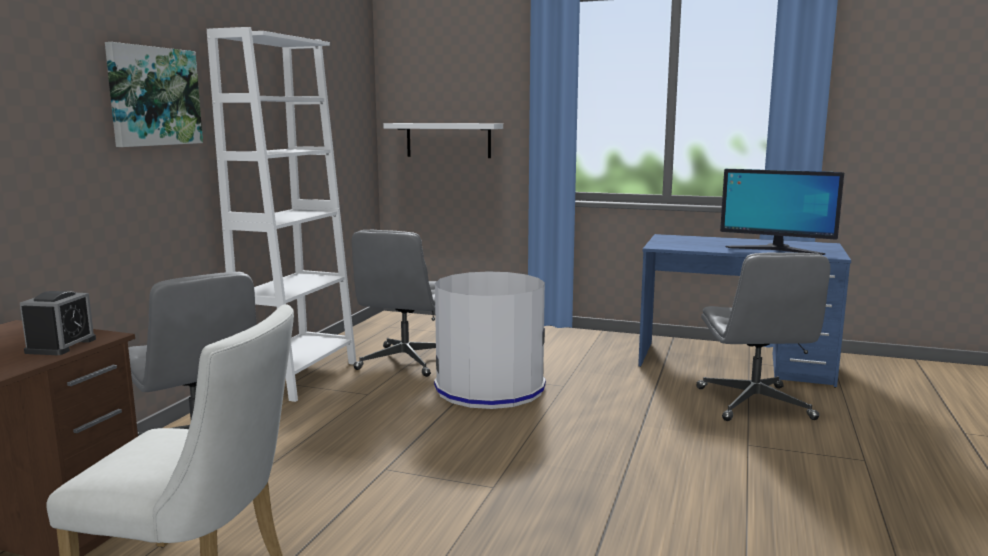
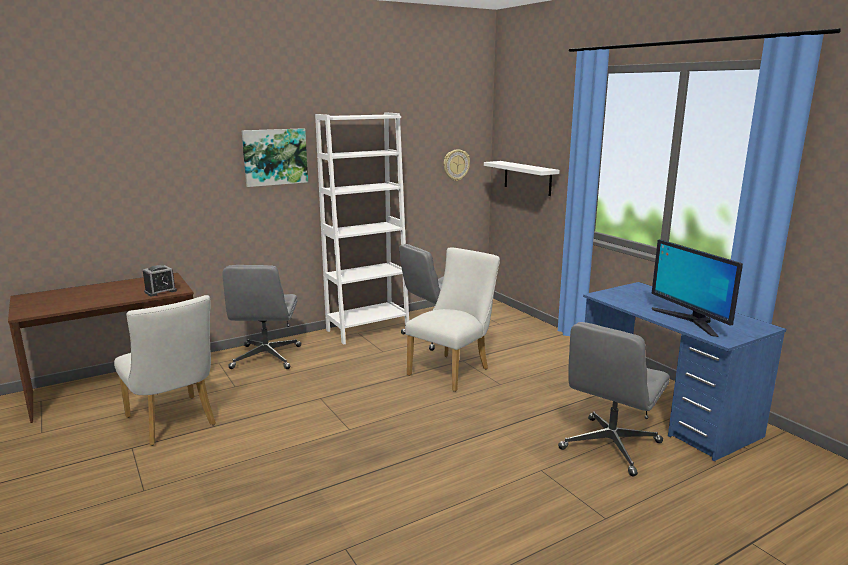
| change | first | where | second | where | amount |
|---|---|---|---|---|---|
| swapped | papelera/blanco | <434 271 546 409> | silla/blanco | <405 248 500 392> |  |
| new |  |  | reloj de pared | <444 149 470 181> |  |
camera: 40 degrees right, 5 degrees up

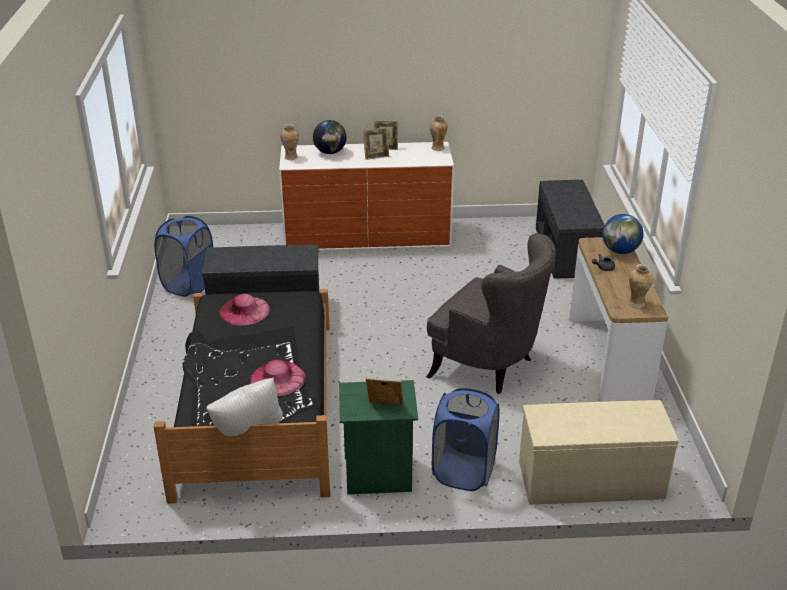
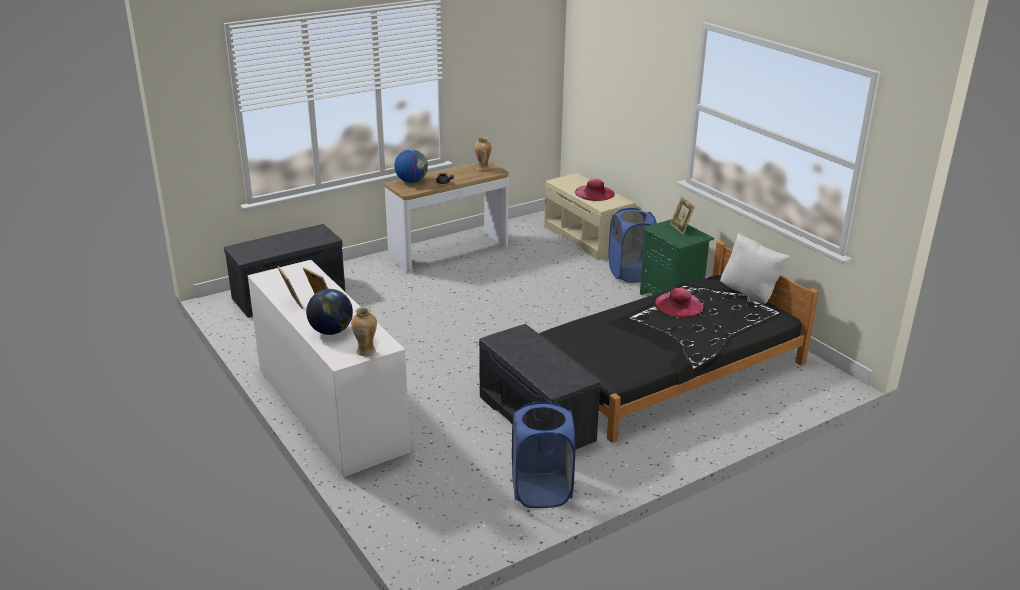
| change | first | where | second | where | amount |
|---|---|---|---|---|---|
| gone | florero | <430 115 448 151> |  |  |  |
| gone | sillón/gris | <426 233 556 394> |  |  |  |
| shifted | sombrero/rosa | <219 294 270 326> |  | <575 179 615 201> |  |
camera: 120 degrees left, 5 degrees down

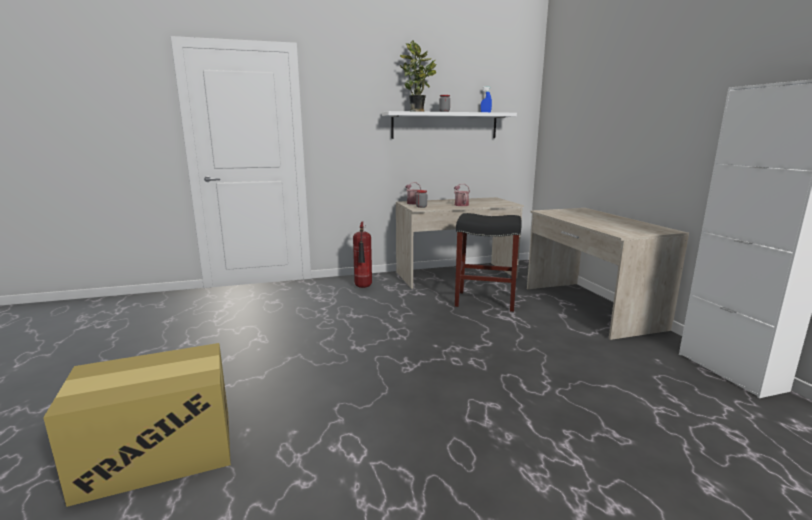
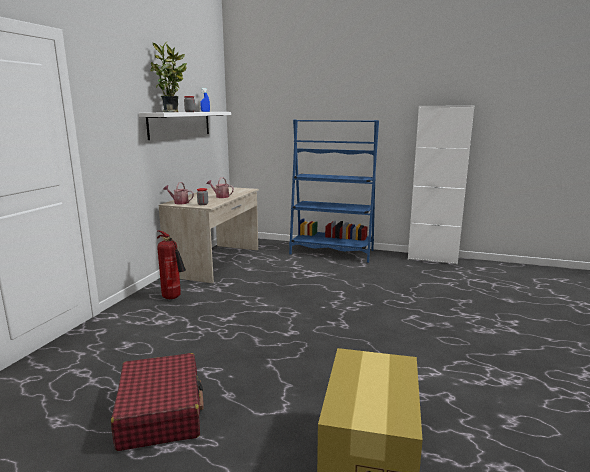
| change | first | where | second | where | amount |
|---|---|---|---|---|---|
| swapped | escritorio/beis | <527 208 689 340> | estantería/azul | <289 120 379 263> |  |
| gone | taburete/negro | <455 213 522 312> |  |  |  |
| new |  |  | maleta/rojo | <111 353 203 451> |  |
camera: 55 degrees left, 0 degrees up

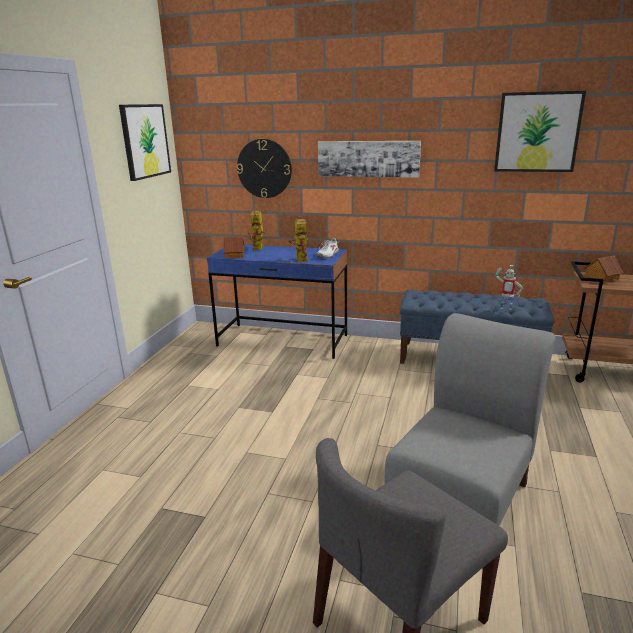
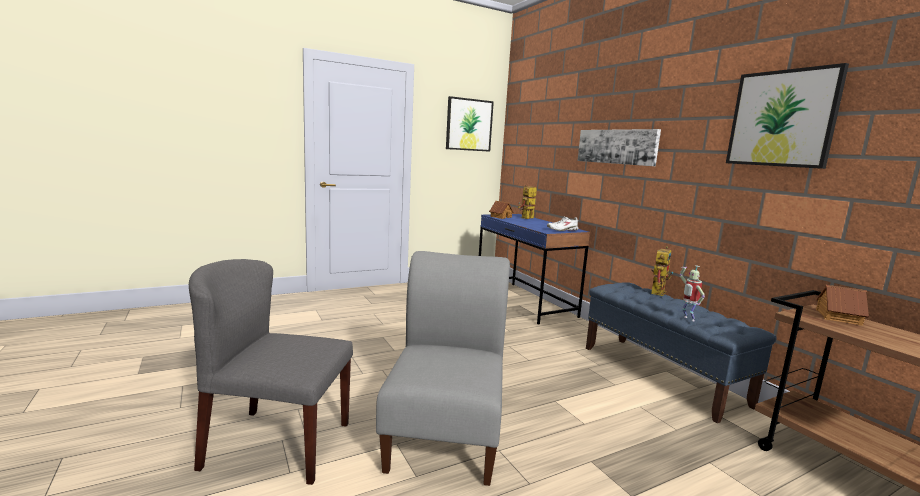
| change | first | where | second | where | amount |
|---|---|---|---|---|---|
| gone | reloj de pared | <237 139 292 198> |  |  |  |
| shifted | robot de juguete | <288 216 308 262> |  | <651 246 673 296> |  |
| rotated | silla/gris | <384 313 556 526> |  | <376 251 510 486> | 75 degrees counterclockwise |
camera: 45 degrees right, 10 degrees down

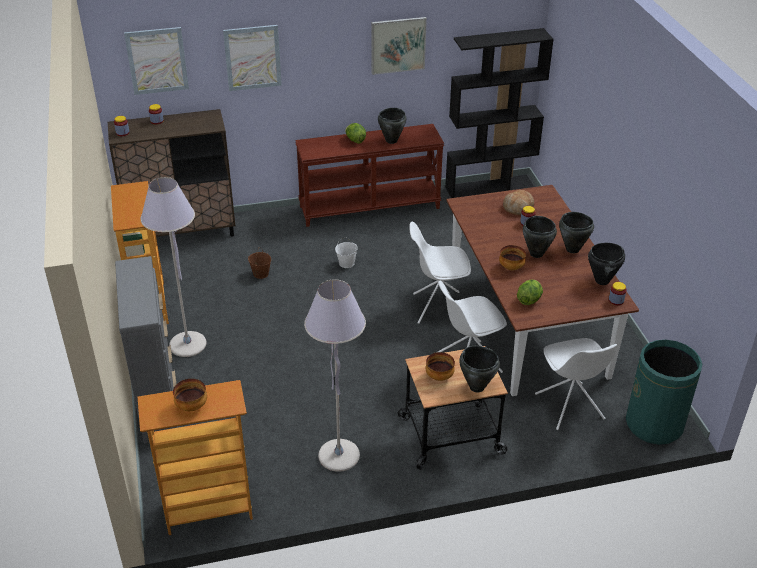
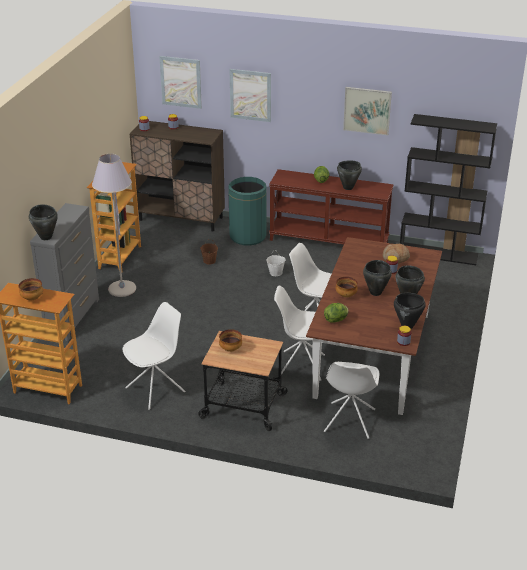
| change | first | where | second | where | amount |
|---|---|---|---|---|---|
| swapped | lámpara de pie/gris | <304 279 366 472> | silla/blanco | <123 302 185 410> |  |
| shifted | papelera/verde | <626 340 702 445> |  | <228 177 267 245> |  |
| shifted | olla/negro | <459 346 500 392> |  | <29 204 58 240> |  |
camera: 30 degrees right, 5 degrees down

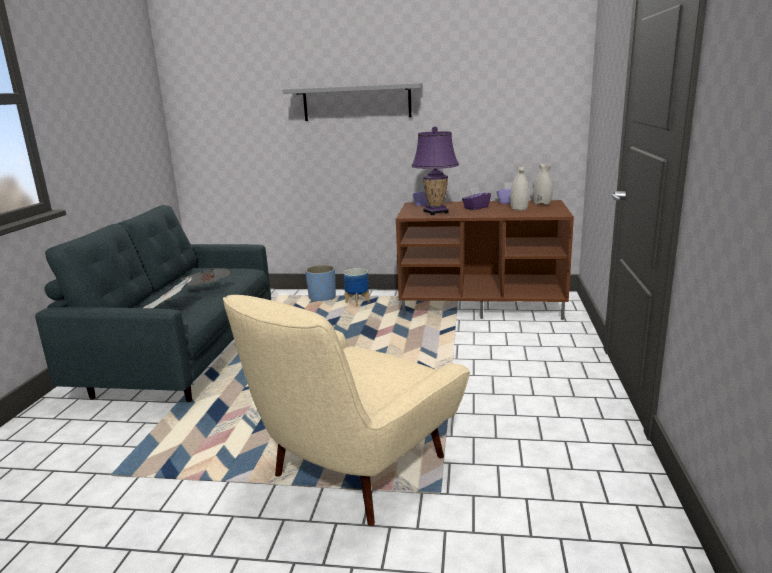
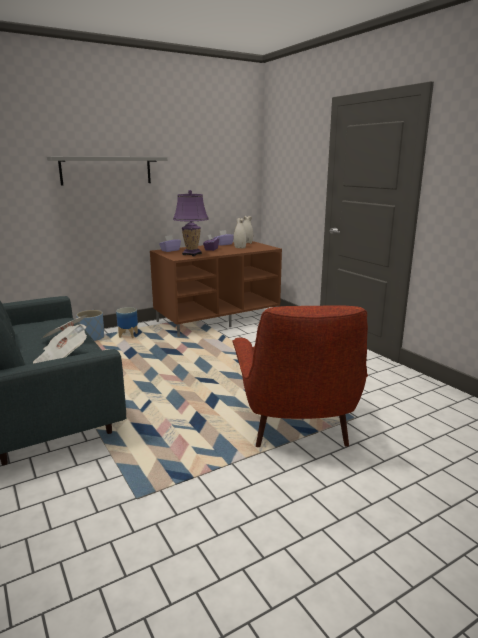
| change | first | where | second | where | amount |
|---|---|---|---|---|---|
| repainted | sillón/beis | <223 295 470 526> | sillón/rojo | <232 306 368 447> |  |
camera: 40 degrees left, 0 degrees up

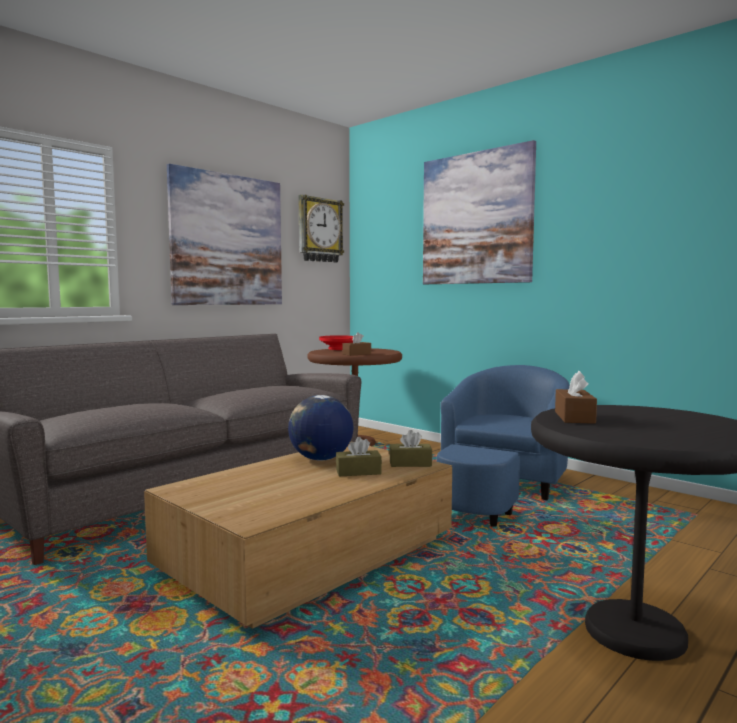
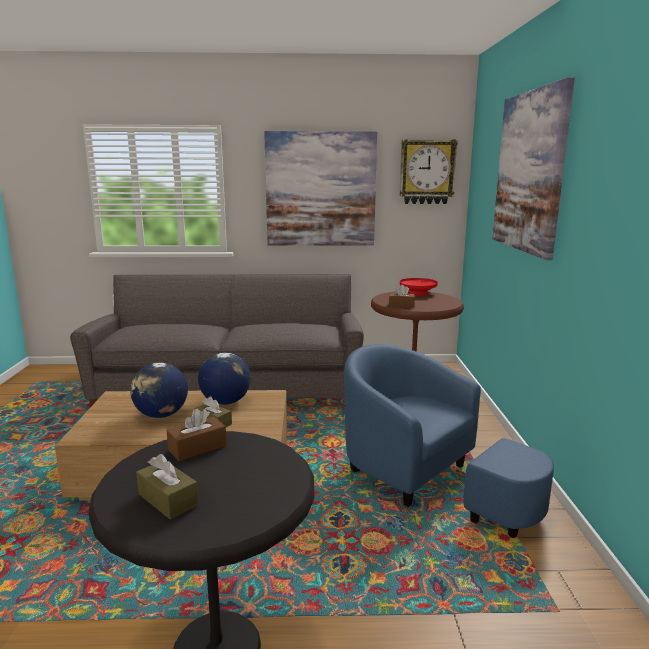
| change | first | where | second | where | amount |
|---|---|---|---|---|---|
| rotated | sillón/azul | <437 365 570 526> |  | <344 344 554 538> | 120 degrees counterclockwise |
| shifted | caja de pañuelos/marrón | <389 430 432 467> |  | <136 454 199 520> |  |
| new |  |  | globo terráqueo | <130 362 188 418> |  |
camera: 45 degrees right, 10 degrees up

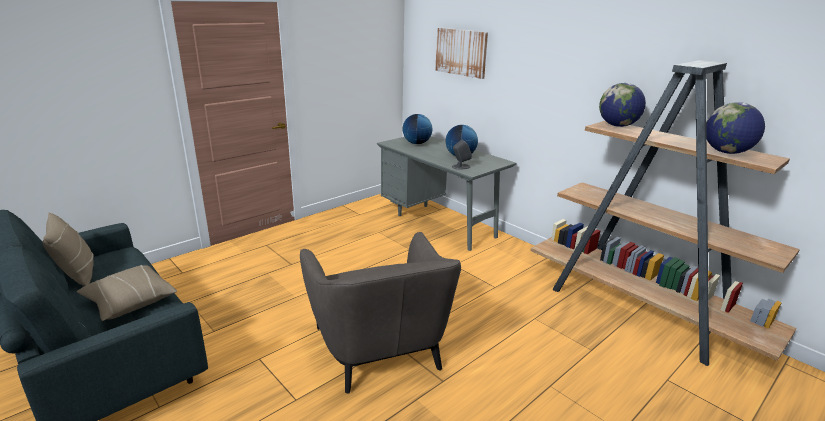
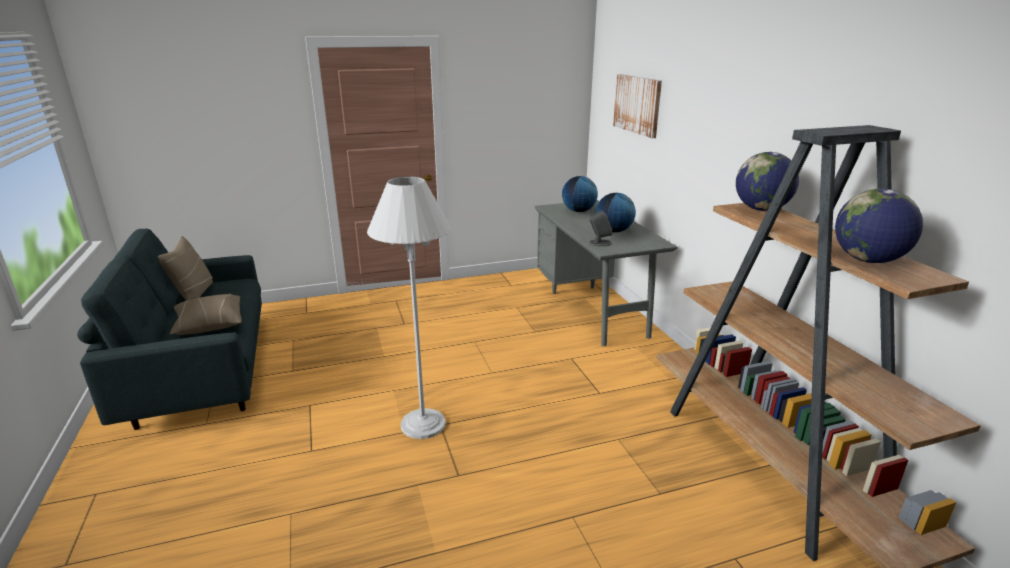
| change | first | where | second | where | amount |
|---|---|---|---|---|---|
| swapped | sillón/gris | <300 232 461 393> | lámpara de pie/blanco | <367 177 451 439> |  |
camera: 25 degrees right, 0 degrees up

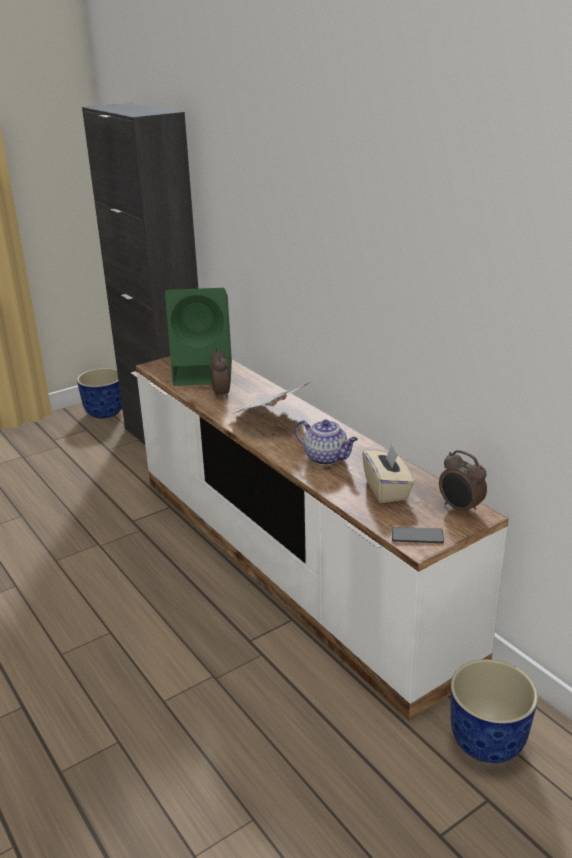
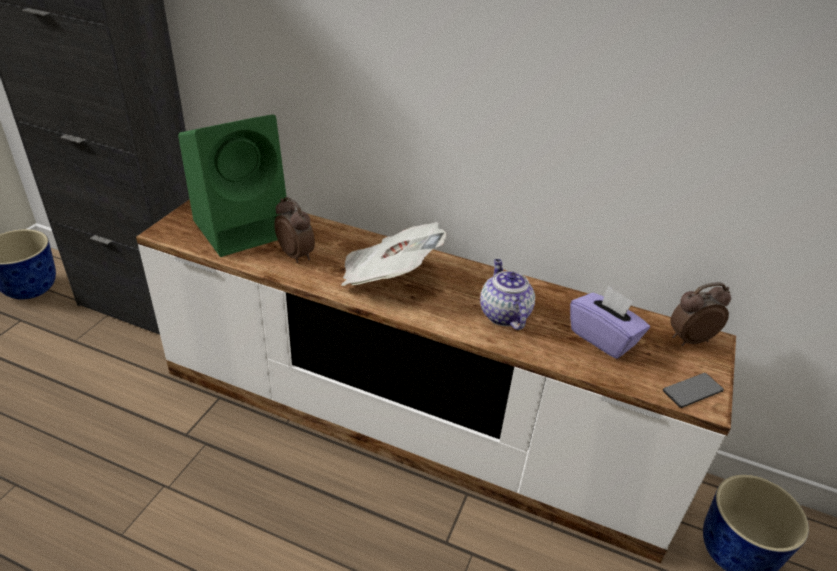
| change | first | where | second | where | amount |
|---|---|---|---|---|---|
| rotated | tetera | <295 419 358 465> |  | <480 259 535 330> | 105 degrees counterclockwise |
| repainted | caja de pañuelos/beis | <362 444 414 503> | caja de pañuelos/morado | <570 286 650 359> |  |
| rotated | despertador | <439 450 487 516> |  | <670 282 731 346> | 150 degrees clockwise |
camera: 35 degrees left, 10 degrees up

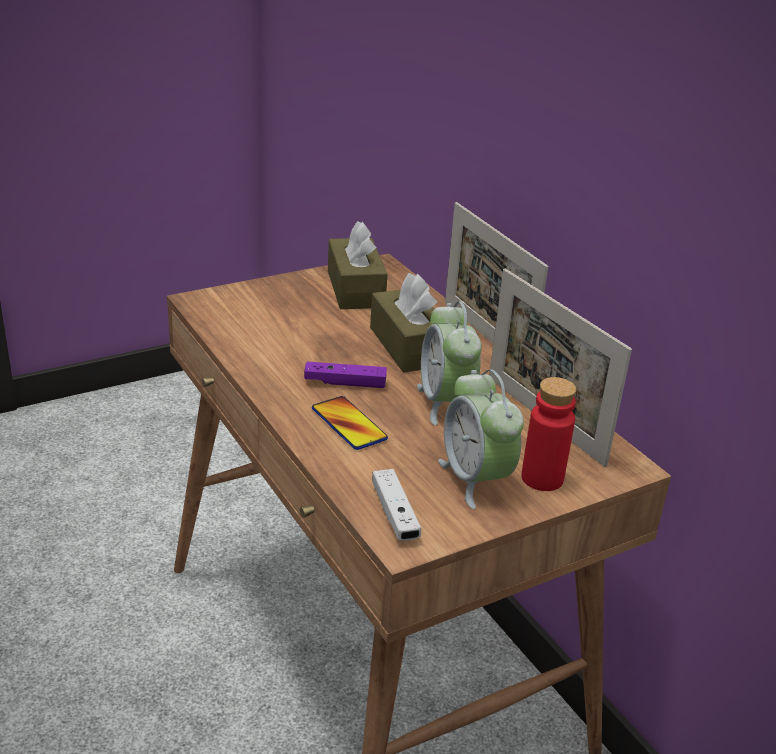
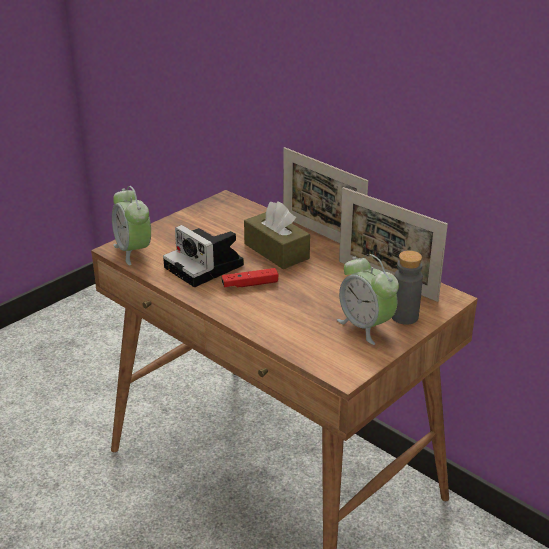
| change | first | where | second | where | amount |
|---|---|---|---|---|---|
| gone | caja de pañuelos/marrón | <328 221 388 309> |  |  |  |
| shifted | despertador | <417 301 482 425> |  | <112 186 151 265> |  |
| repainted | mando de consola/morado | <304 362 387 388> | mando de consola/rojo | <222 268 279 288> |  |
| repainted | botella/rojo | <522 377 576 491> | botella/gris | <392 251 423 325> |  |
| gone | móvil | <312 396 388 450> |  |  |  |
| gone | mando de consola/blanco | <372 469 421 541> |  |  |  |
| new |  |  | cámara | <163 225 244 287> |  |
camera: 15 degrees left, 0 degrees up

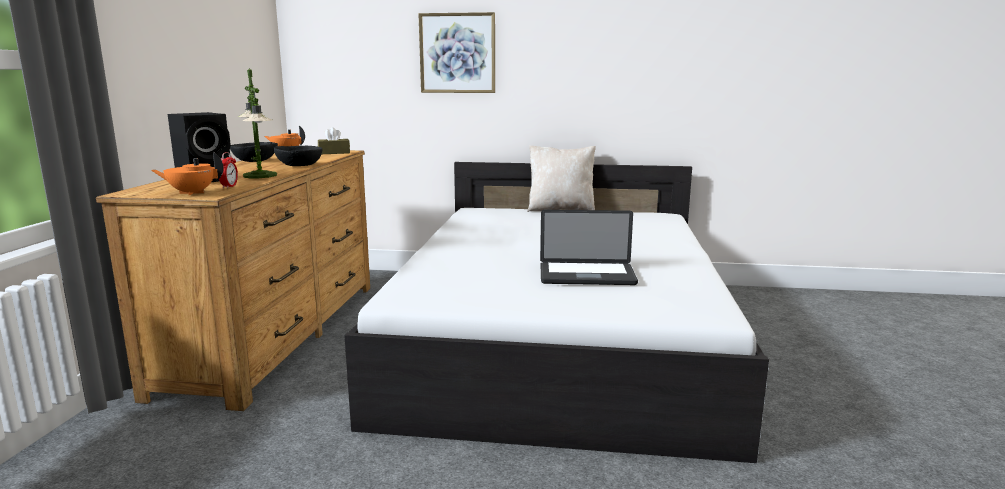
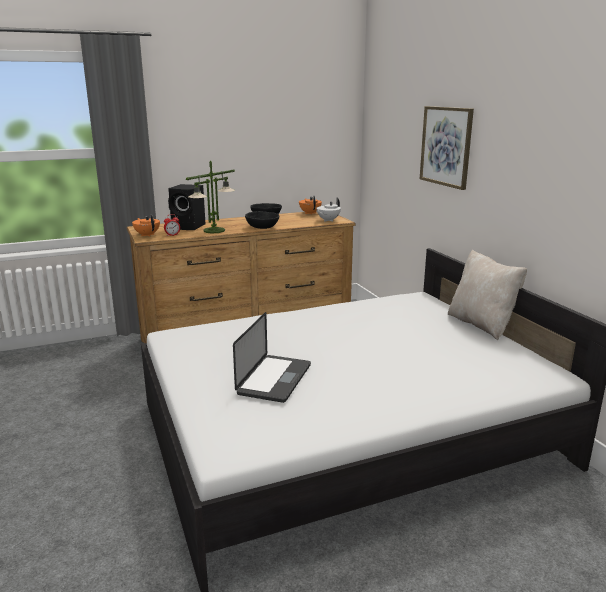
| change | first | where | second | where | amount |
|---|---|---|---|---|---|
| swapped | caja de pañuelos/marrón | <318 127 350 154> | tetera/blanco | <317 198 341 222> |  |
| rotated | portátil | <540 210 638 285> |  | <233 312 311 403> | 135 degrees counterclockwise |
camera: 60 degrees right, 5 degrees up

